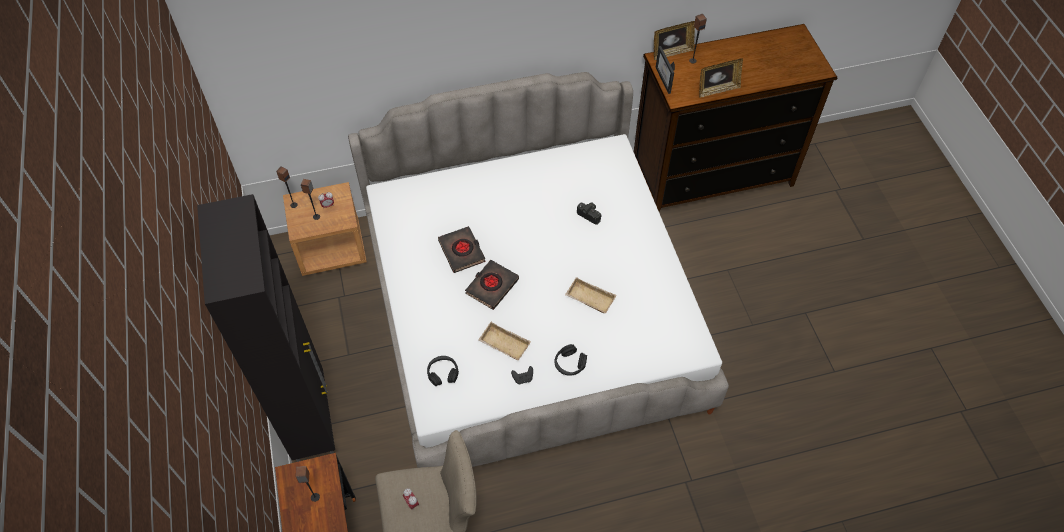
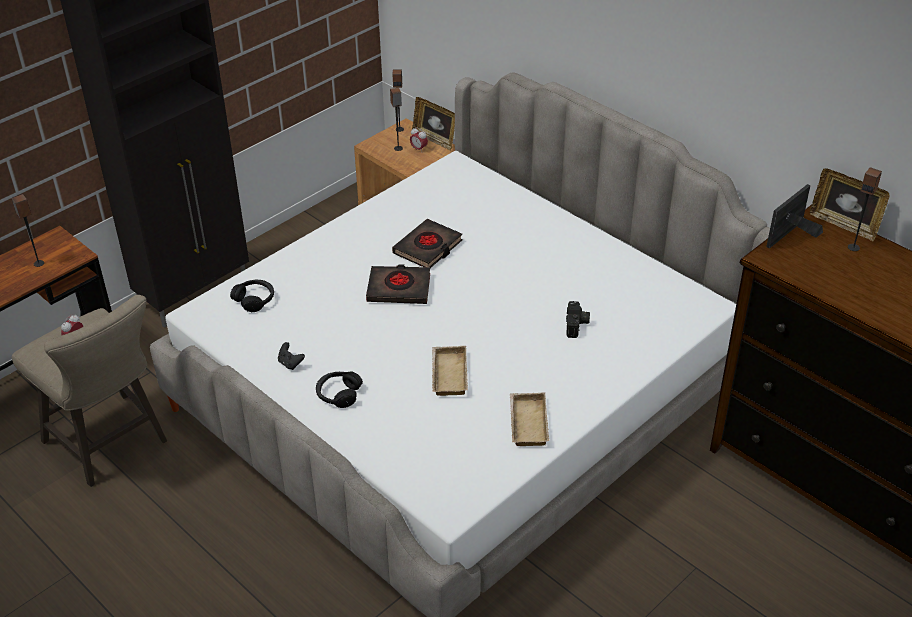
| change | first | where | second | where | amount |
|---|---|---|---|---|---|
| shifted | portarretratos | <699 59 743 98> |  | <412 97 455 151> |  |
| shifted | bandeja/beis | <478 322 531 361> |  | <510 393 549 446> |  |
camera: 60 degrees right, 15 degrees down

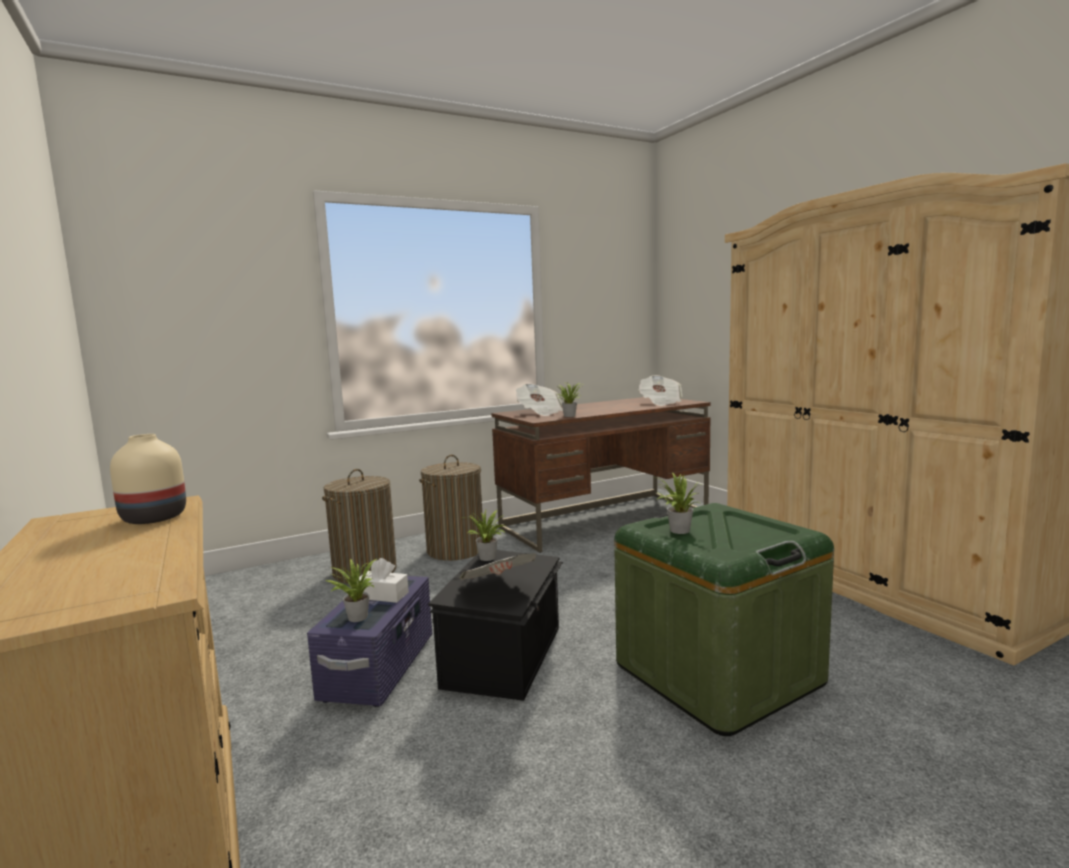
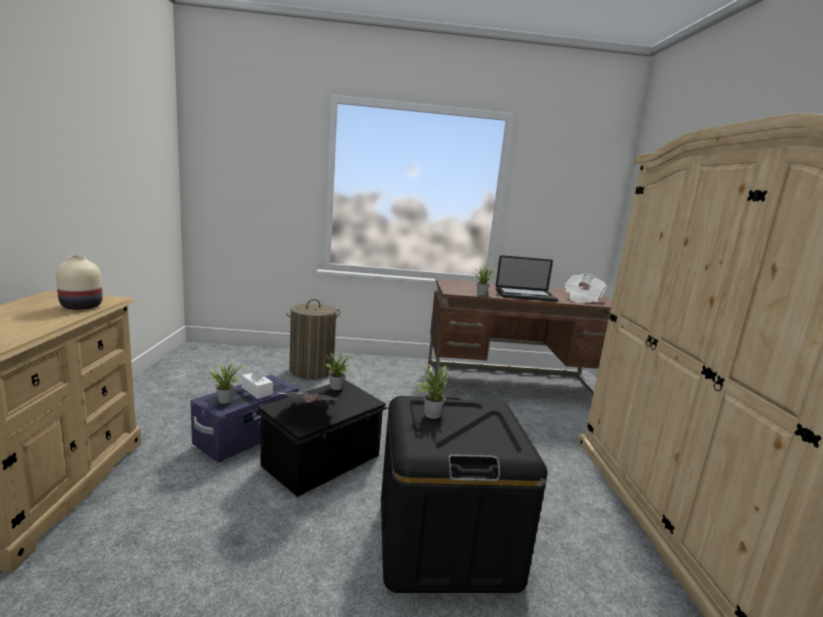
| change | first | where | second | where | amount |
|---|---|---|---|---|---|
| gone | periódico | <516 383 563 416> |  |  |  |
| gone | cesto de la ropa | <419 455 483 560> |  |  |  |
| repainted | caja de almacenaje/verde | <614 503 834 736> | caja de almacenaje/negro | <381 396 548 593> |  |
| new |  |  | portátil | <495 255 558 302> |  |
camera: 25 degrees right, 5 degrees up

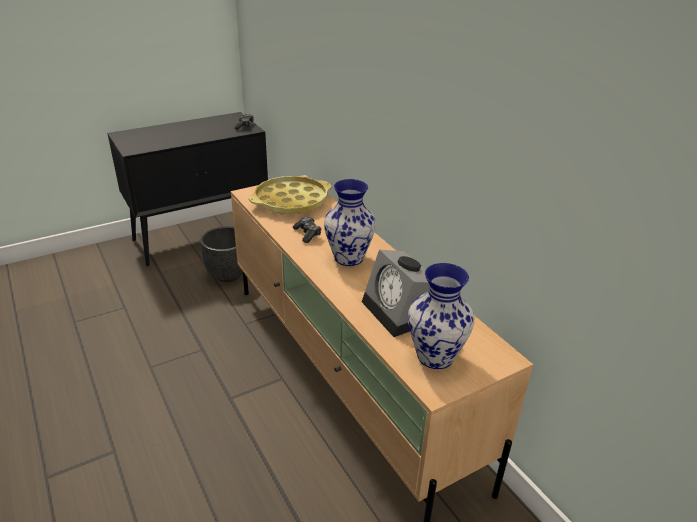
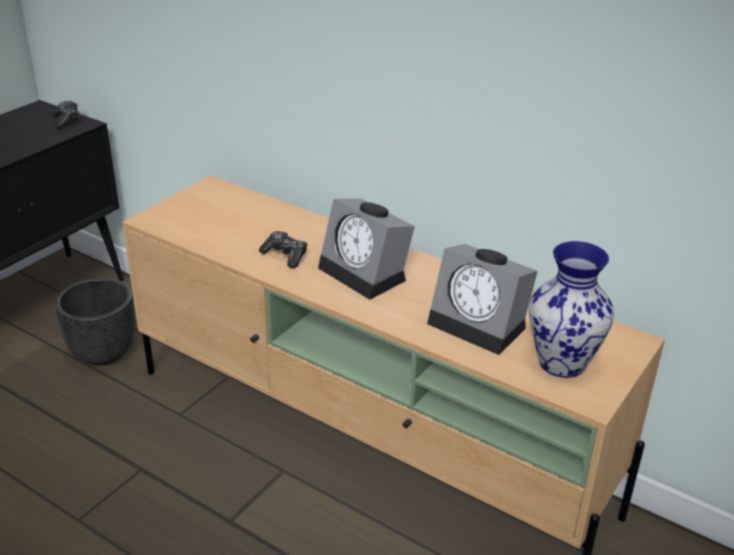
| change | first | where | second | where | amount |
|---|---|---|---|---|---|
| gone | bandeja/amarillo | <249 176 332 215> |  |  |  |
| swapped | florero | <324 179 376 266> | despertador | <318 198 415 300> |  |
camera: 25 degrees left, 0 degrees up

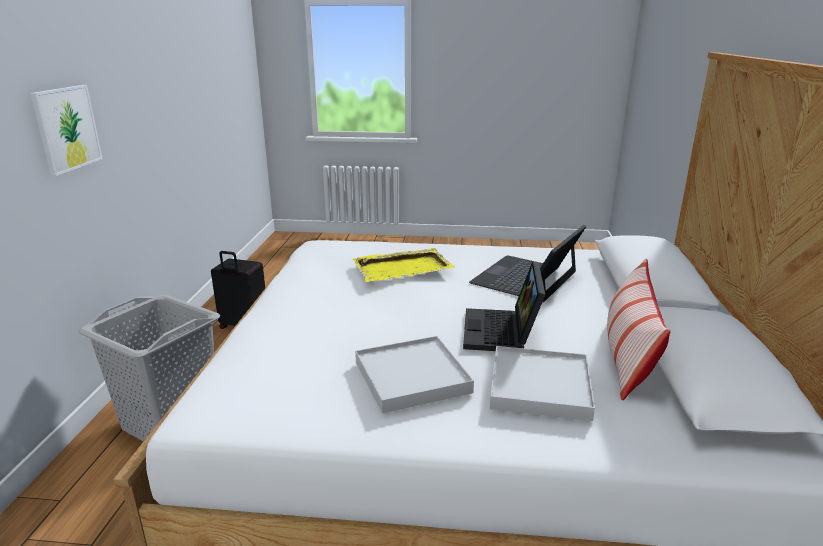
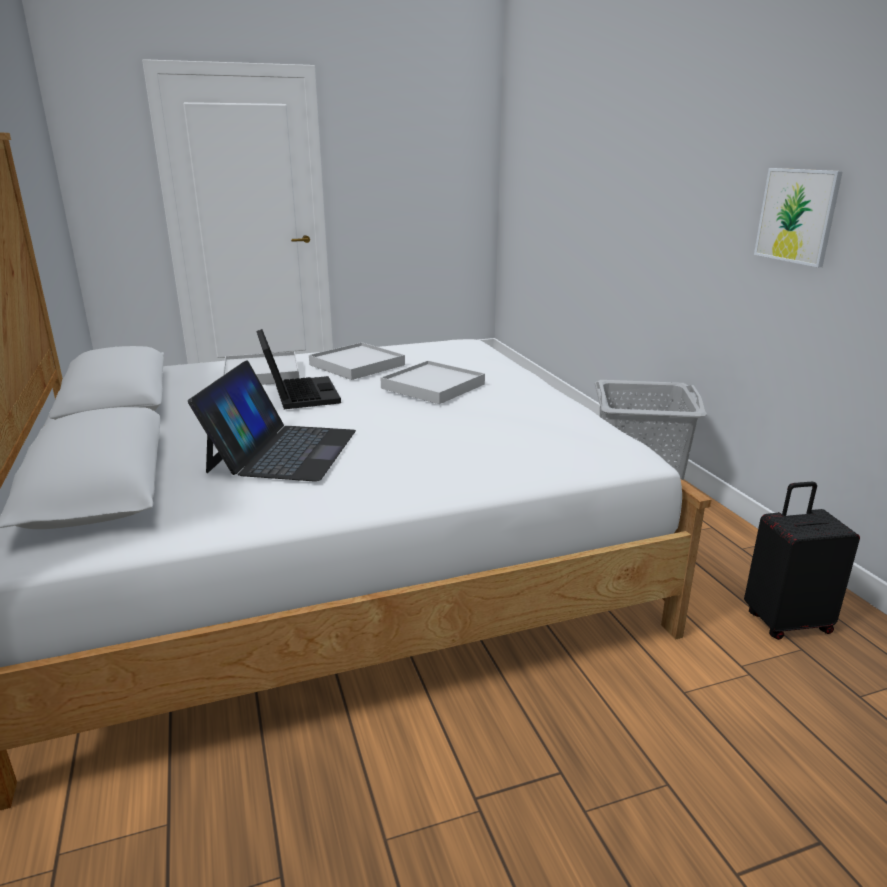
| change | first | where | second | where | amount |
|---|---|---|---|---|---|
| gone | bandeja/amarillo | <353 248 454 282> |  |  |  |
| gone | cojín | <607 258 670 400> |  |  |  |
| new |  |  | bandeja/blanco | <381 361 485 404> |  |
camera: 155 degrees right, 0 degrees up

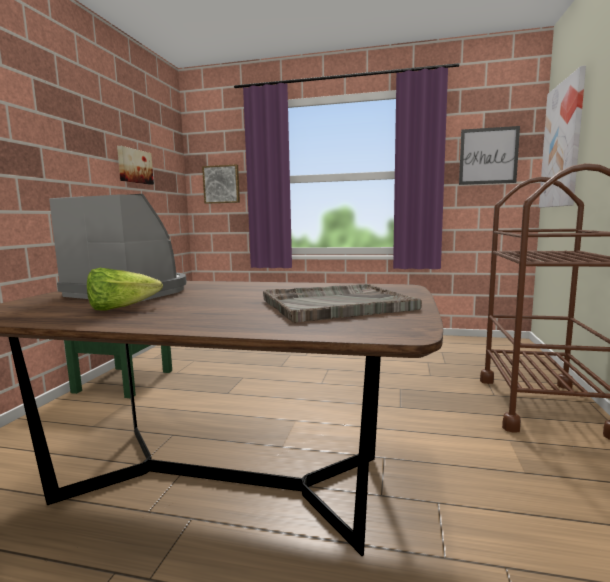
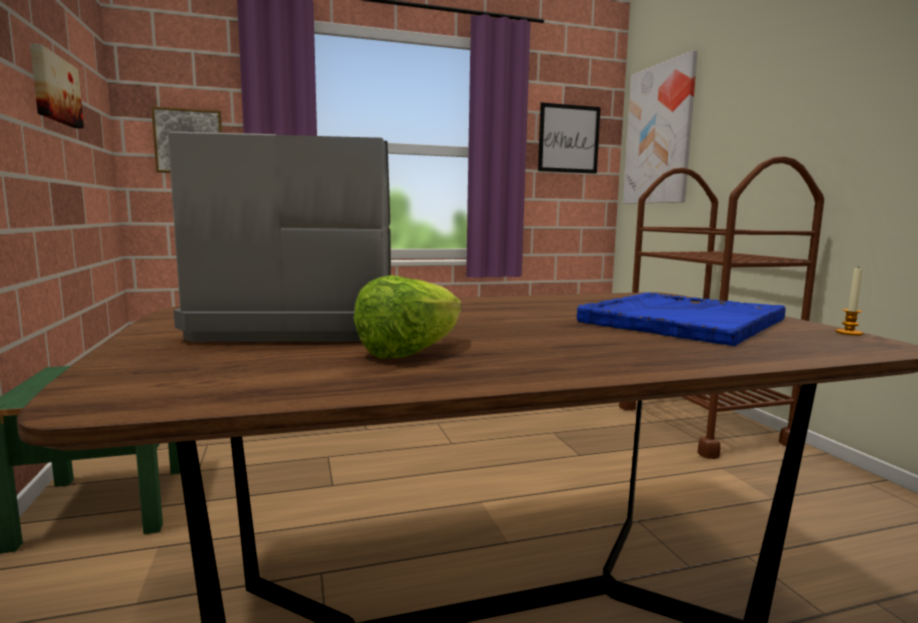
| change | first | where | second | where | amount |
|---|---|---|---|---|---|
| repainted | bandeja/gris | <263 284 422 323> | bandeja/azul | <577 293 786 346> |  |
| new |  |  | vela | <836 266 863 336> |  |
camera: 30 degrees left, 0 degrees up

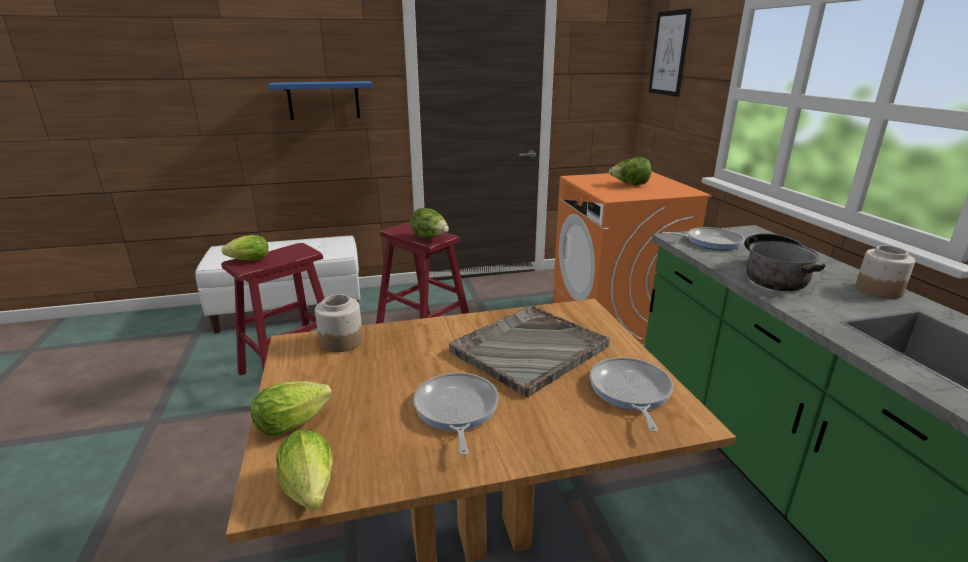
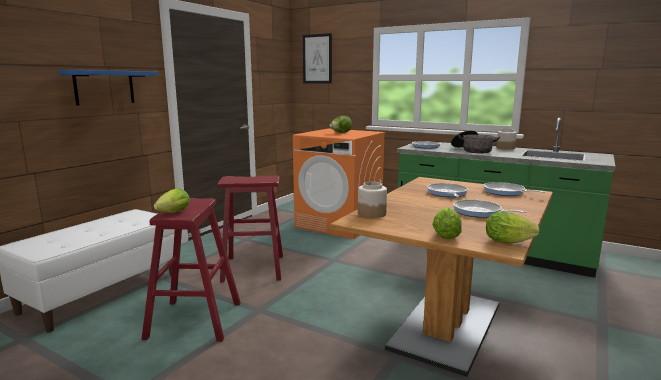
| change | first | where | second | where | amount |
|---|---|---|---|---|---|
| gone | lechuga | <410 208 449 238> |  |  |  |
| swapped | bandeja/gris | <449 305 610 398> | sartén | <427 183 468 197> |  |
camera: 45 degrees left, 10 degrees down

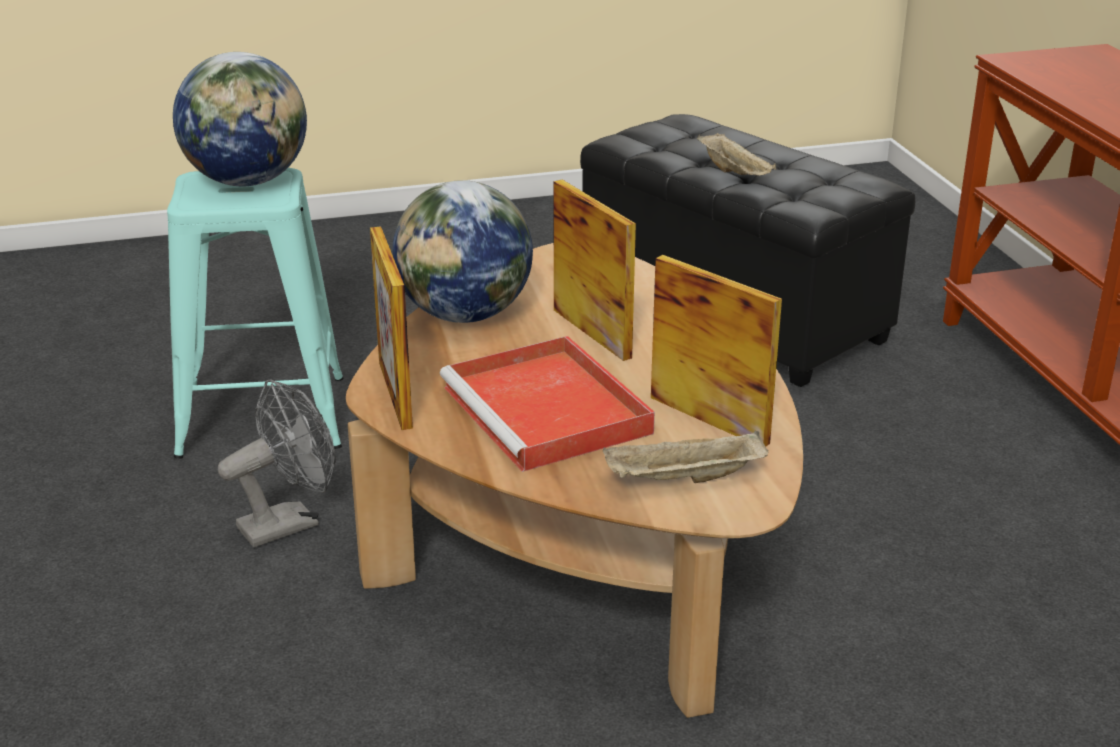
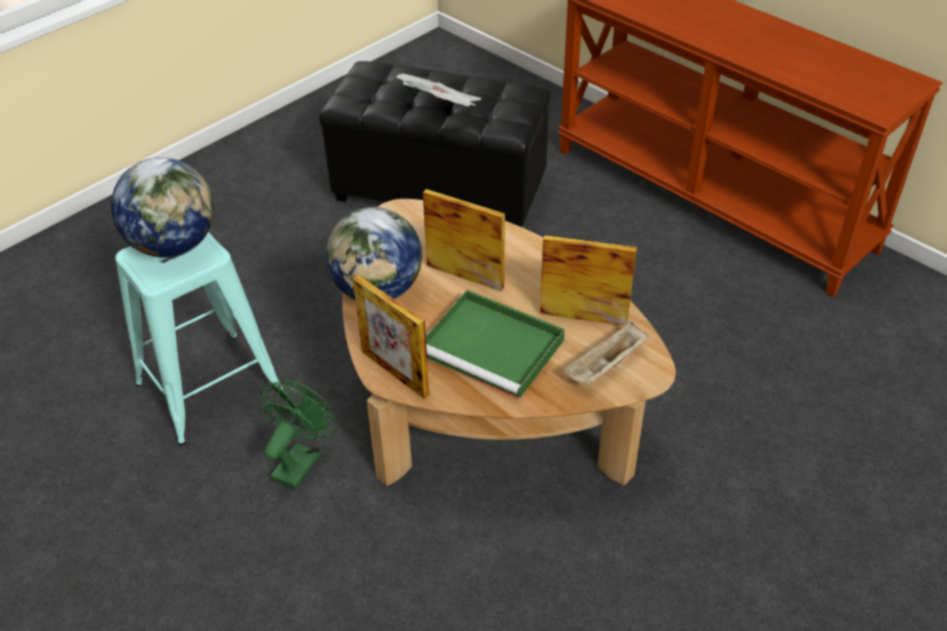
| change | first | where | second | where | amount |
|---|---|---|---|---|---|
| swapped | bandeja/beis | <697 133 776 176> | periódico | <396 73 481 107> |  |
| repainted | bandeja/rojo | <440 336 655 472> | bandeja/verde | <426 290 565 400> |  |
| repainted | ventilador/gris | <218 379 336 547> | ventilador/verde | <260 381 337 489> |  |
camera: 30 degrees left, 15 degrees up

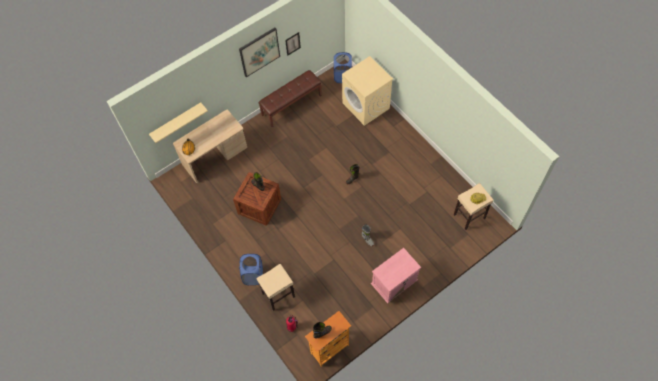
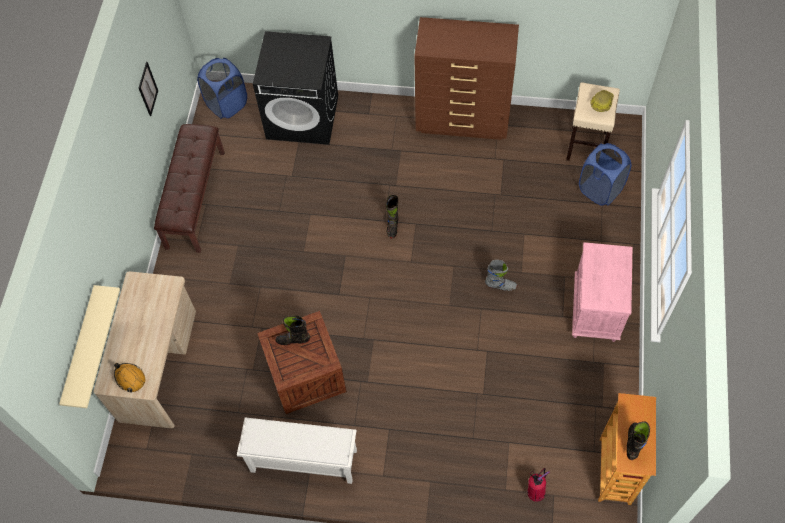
| change | first | where | second | where | amount |
|---|---|---|---|---|---|
| gone | cuadro | <239 28 280 77> |  |  |  |
| repainted | lavadora/beis | <342 56 393 126> | lavadora/negro | <253 31 338 145> |  |
| shifted | cesto de la ropa/azul | <239 254 263 285> |  | <579 143 632 206> |  |
| gone | taburete/beis | <257 264 295 311> |  |  |  |
| new |  |  | cómoda/marrón | <414 17 519 140> |  |
| new |  |  | zapatero/blanco | <237 418 357 484> |  |
camera: 45 degrees left, 0 degrees up

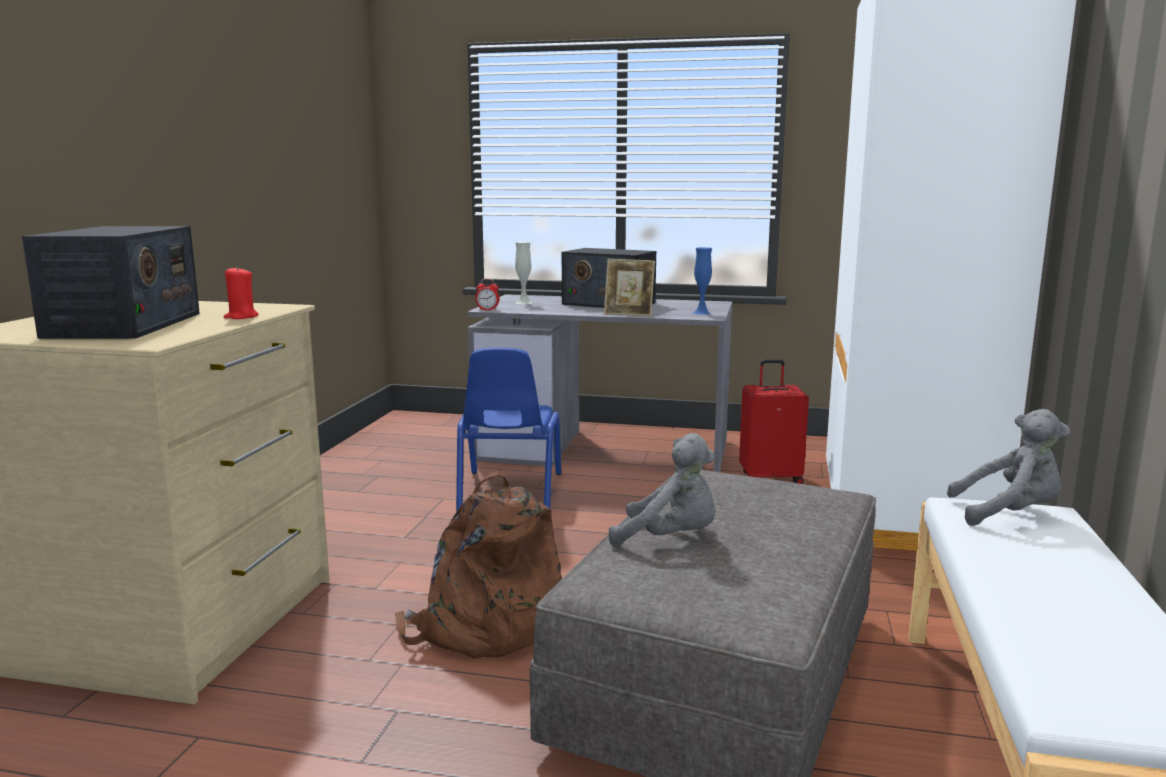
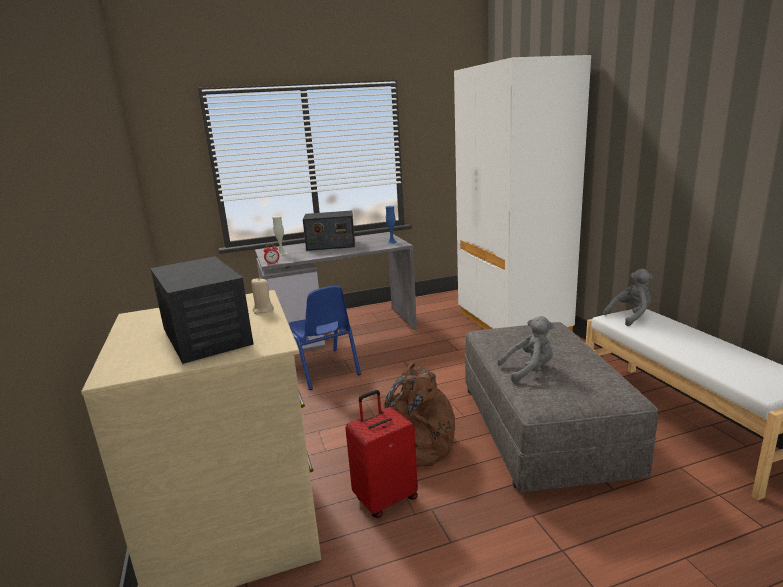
| change | first | where | second | where | amount |
|---|---|---|---|---|---|
| gone | portarretratos | <604 259 655 316> |  |  |  |
| repainted | vela/rojo | <224 266 259 319> | vela/beis | <251 277 274 314> |  |
| shifted | maleta/rojo | <739 359 809 484> |  | <345 390 418 518> |  |
camera: 30 degrees left, 5 degrees up

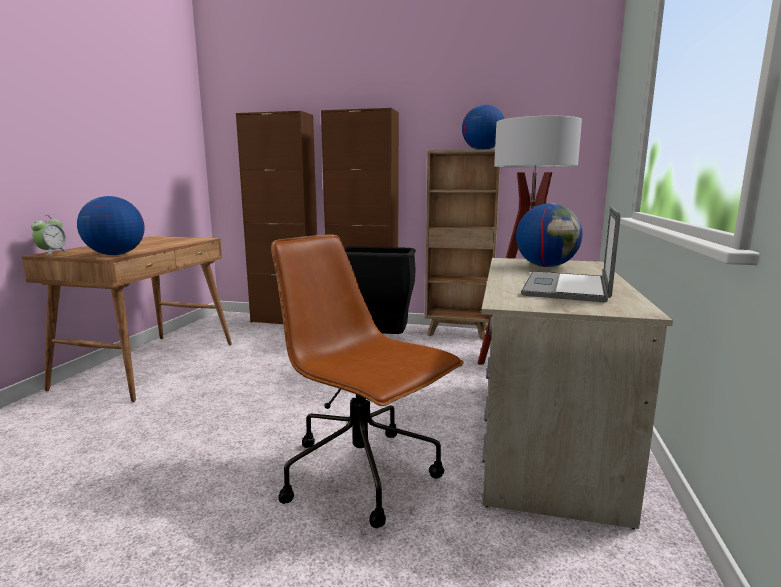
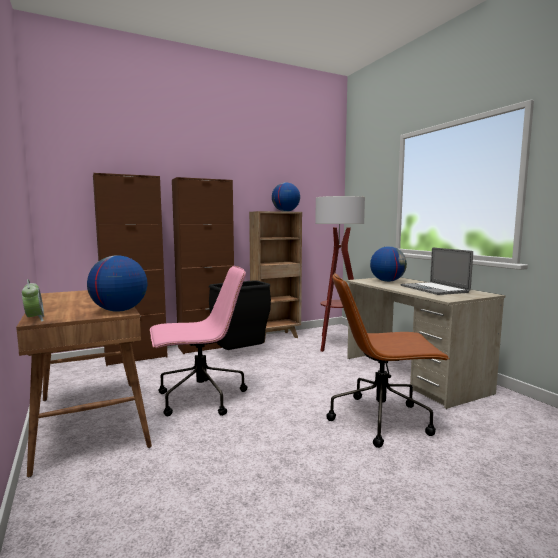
| change | first | where | second | where | amount |
|---|---|---|---|---|---|
| new |  |  | silla de oficina/rosa | <150 266 247 416> |  |
camera: 40 degrees left, 5 degrees down

